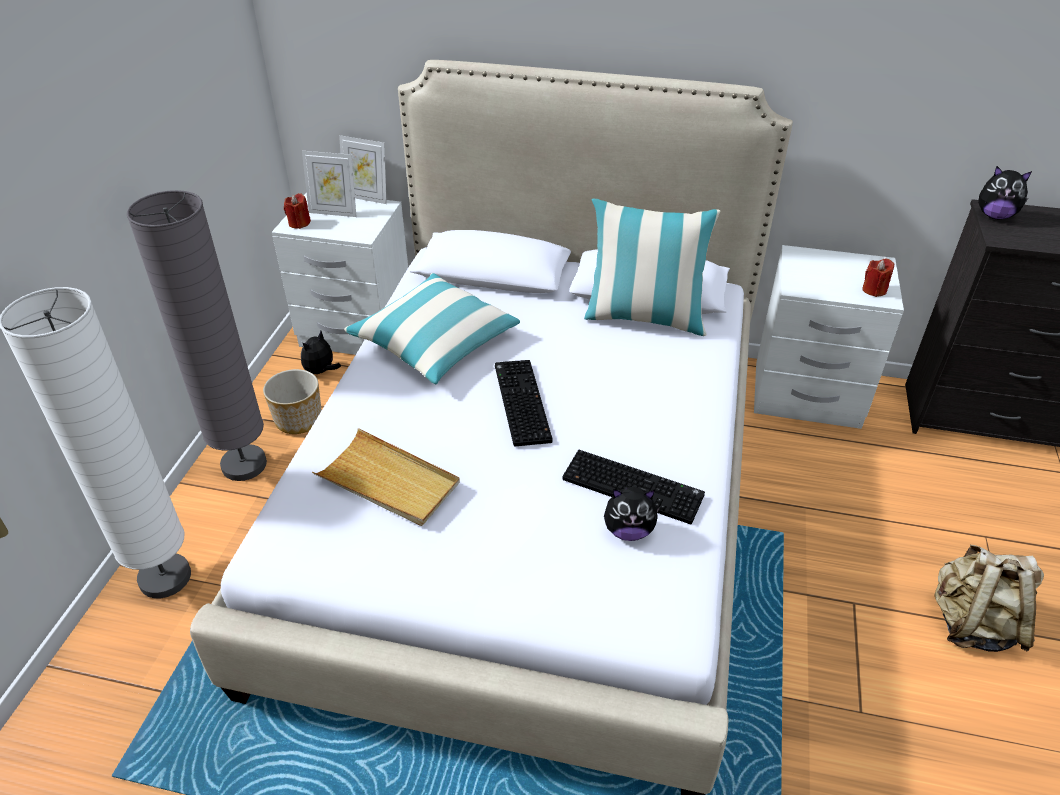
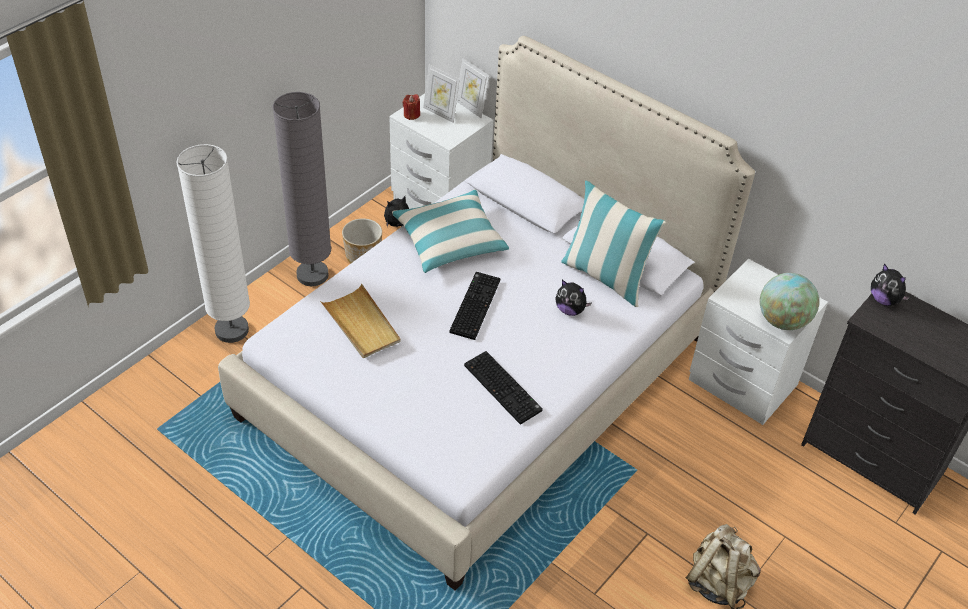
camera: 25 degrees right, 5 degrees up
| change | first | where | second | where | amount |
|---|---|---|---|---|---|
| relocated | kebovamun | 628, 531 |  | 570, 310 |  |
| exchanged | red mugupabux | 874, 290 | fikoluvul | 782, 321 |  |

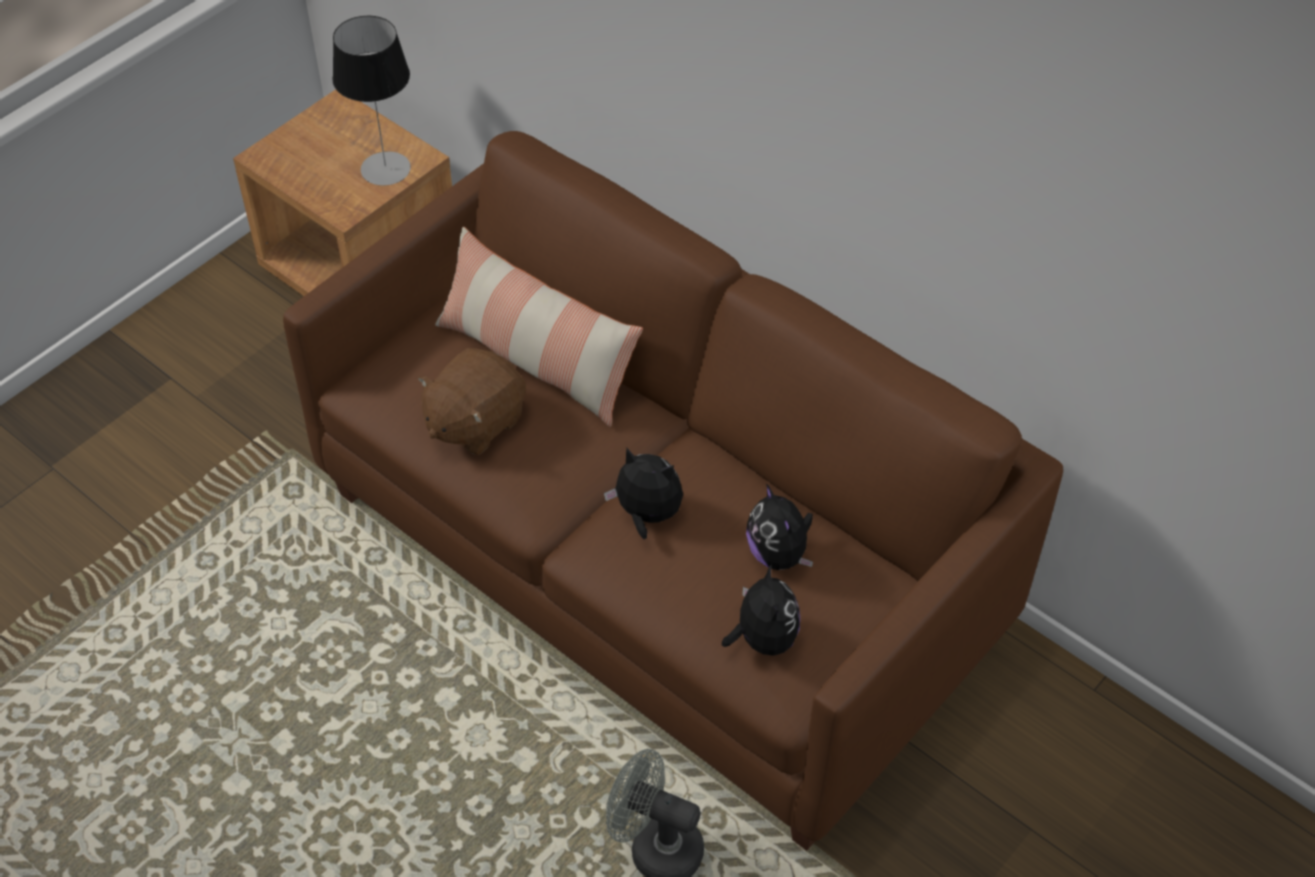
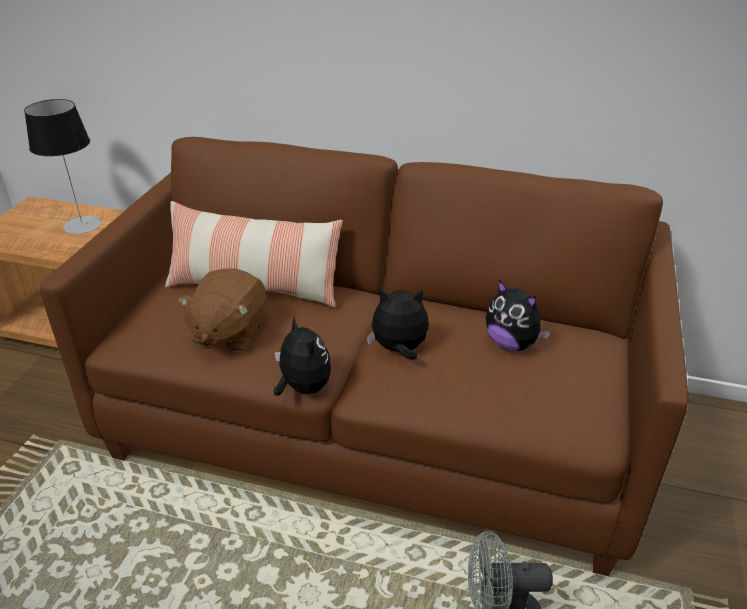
camera: 25 degrees left, 15 degrees down
| change | first | where | second | where | amount |
|---|---|---|---|---|---|
| relocated | kebovamun | 763, 639 |  | 303, 387 |  |

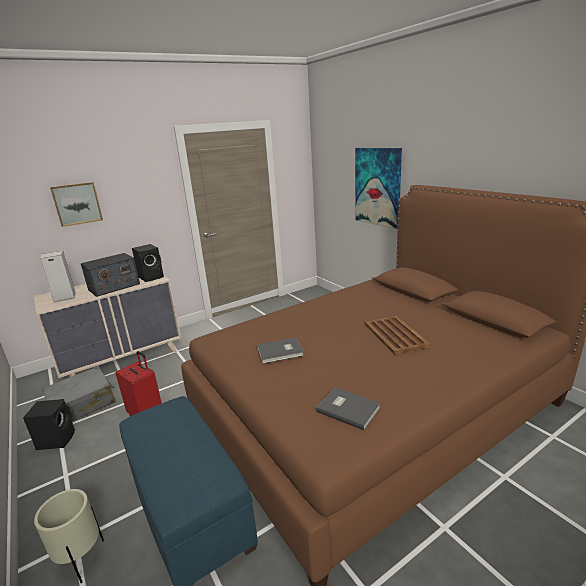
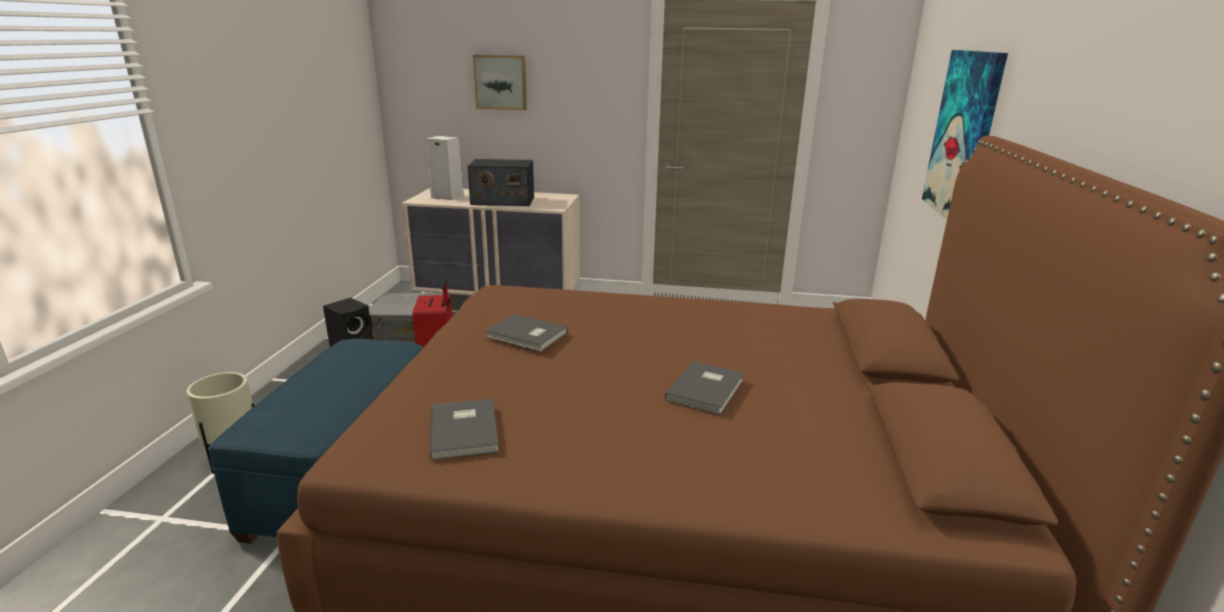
camera: 40 degrees right, 0 degrees up
| change | first | where | second | where | amount |
|---|---|---|---|---|---|
| exchanged | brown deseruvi | 395, 334 | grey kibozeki | 707, 389 |  |
| missing | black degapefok | 152, 277 |  |  |  |

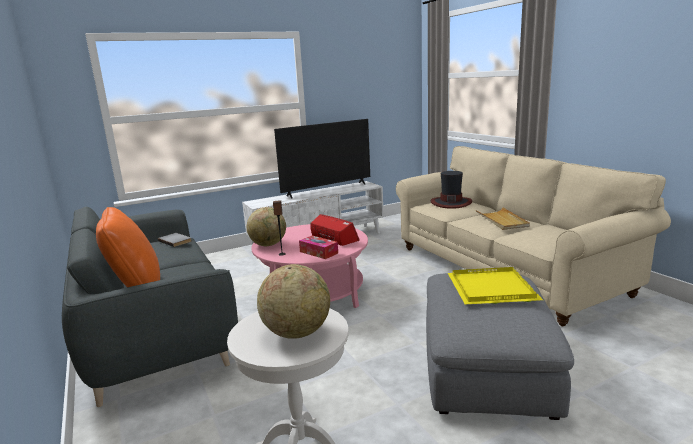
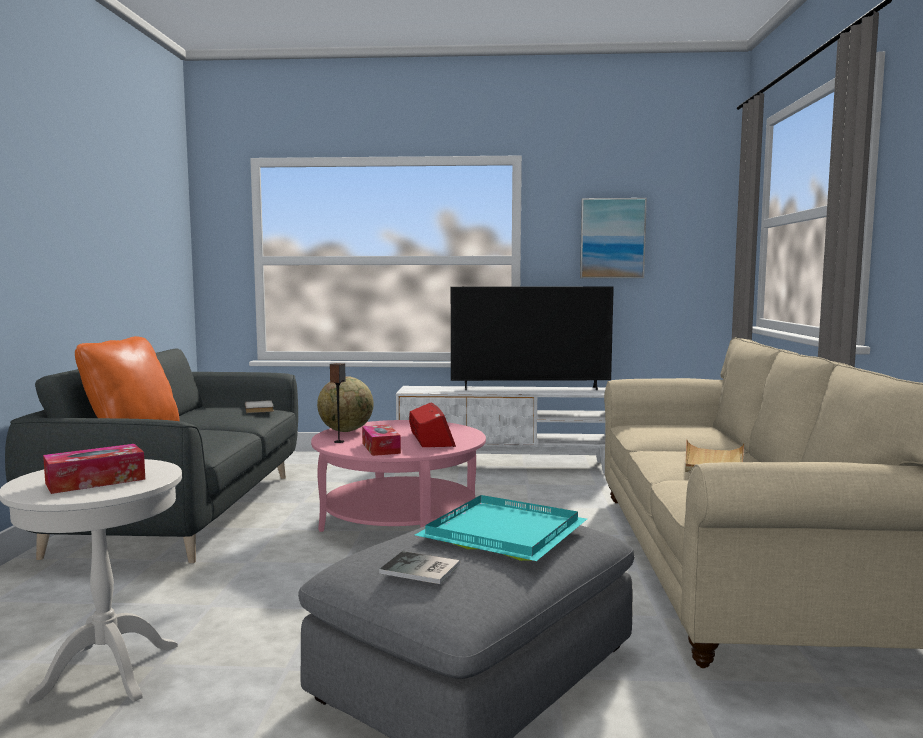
camera: 30 degrees right, 10 degrees down
| change | first | where | second | where | amount |
|---|---|---|---|---|---|
| exchanged | fikoluvul | 297, 332 | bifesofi | 95, 481 |  |
| appeared |  |  | kibozeki | 421, 570 |  |
| colour | yellow deseruvi | 489, 288 | turquoise deseruvi | 502, 531 |  |
| appeared |  |  | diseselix | 612, 238 |  |
| missing | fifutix | 451, 203 |  |  |  |

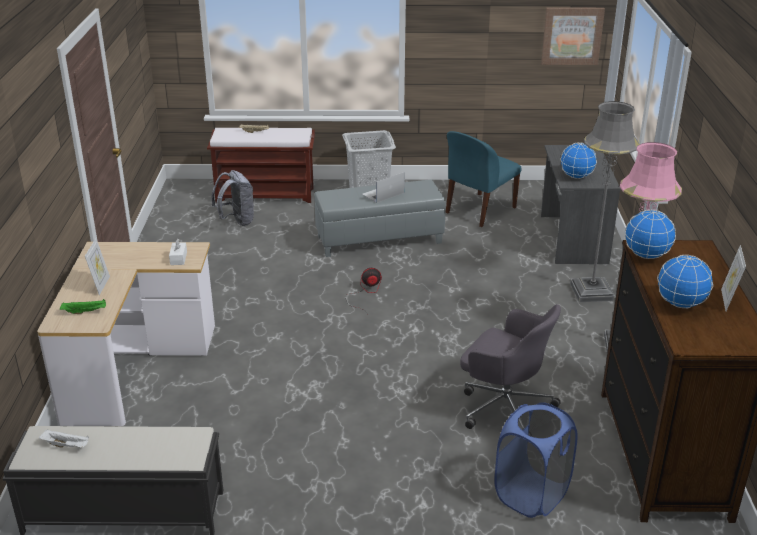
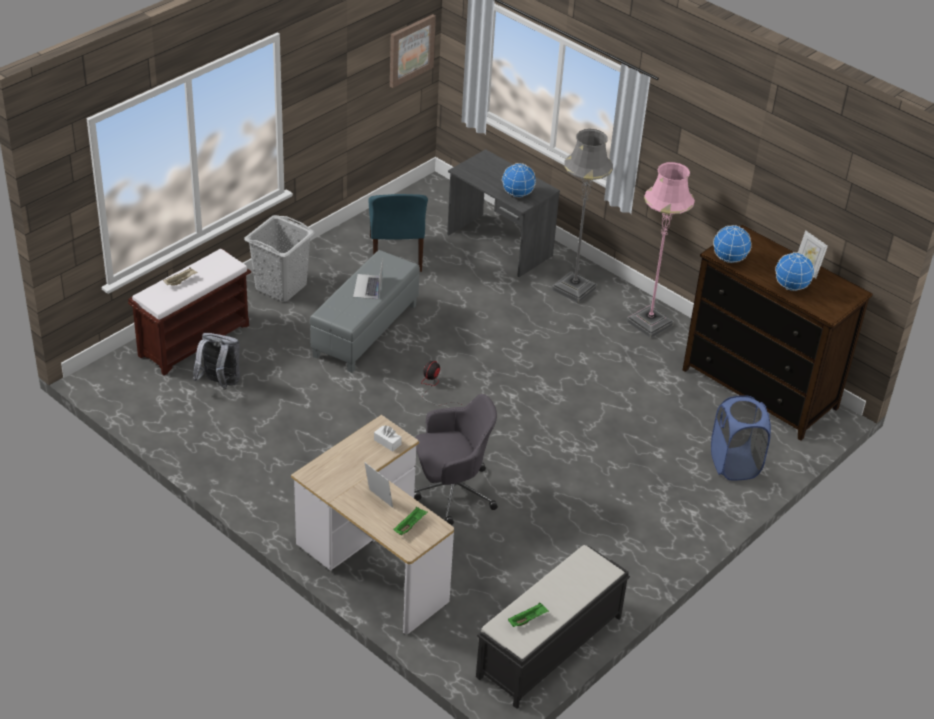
camera: 50 degrees left, 10 degrees up
| change | first | where | second | where | amount |
|---|---|---|---|---|---|
| relocated | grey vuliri | 504, 406 |  | 451, 492 |  |
| colour | white deseruvi | 66, 445 | green deseruvi | 527, 619 |  |

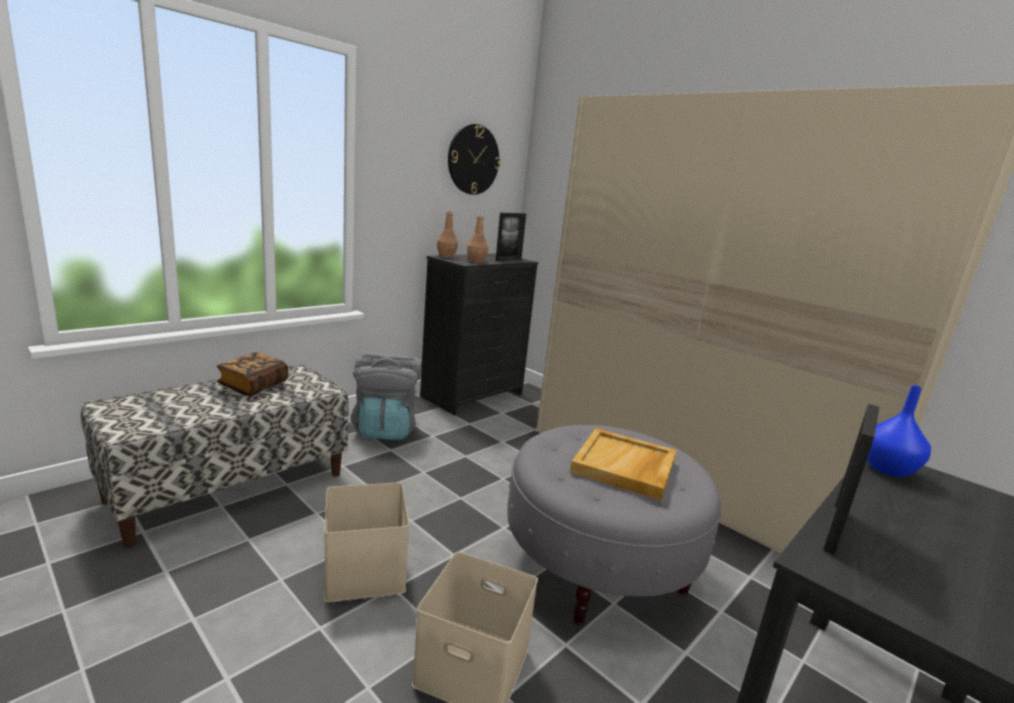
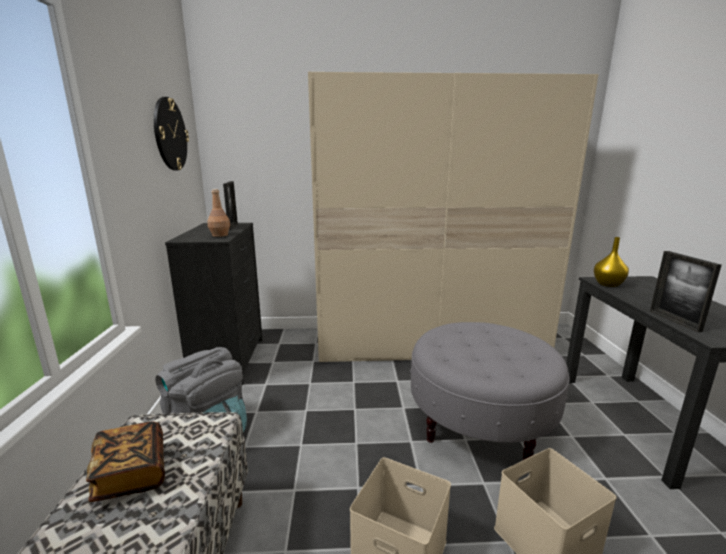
camera: 45 degrees left, 0 degrees up
| change | first | where | second | where | amount |
|---|---|---|---|---|---|
| colour | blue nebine | 886, 469 | yellow nebine | 608, 284 |  |
| missing | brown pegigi | 446, 256 |  |  |  |
| missing | beige deseruvi | 625, 466 |  |  |  |

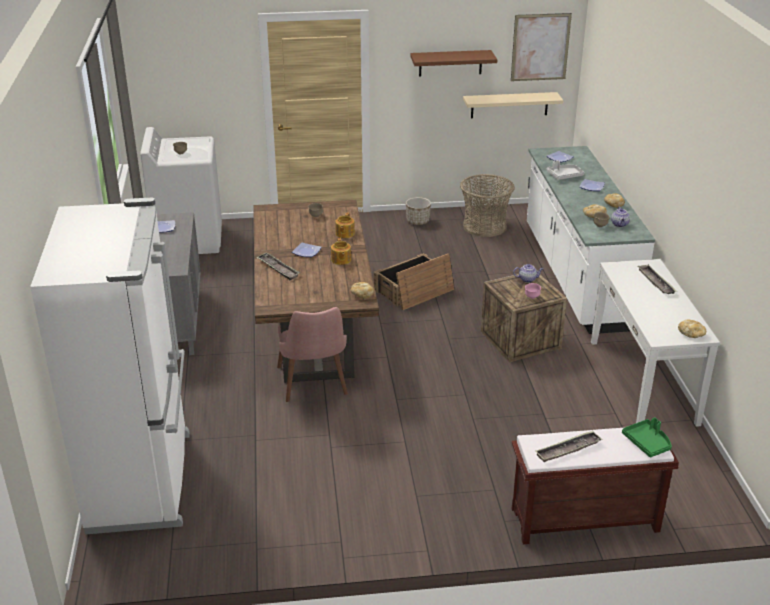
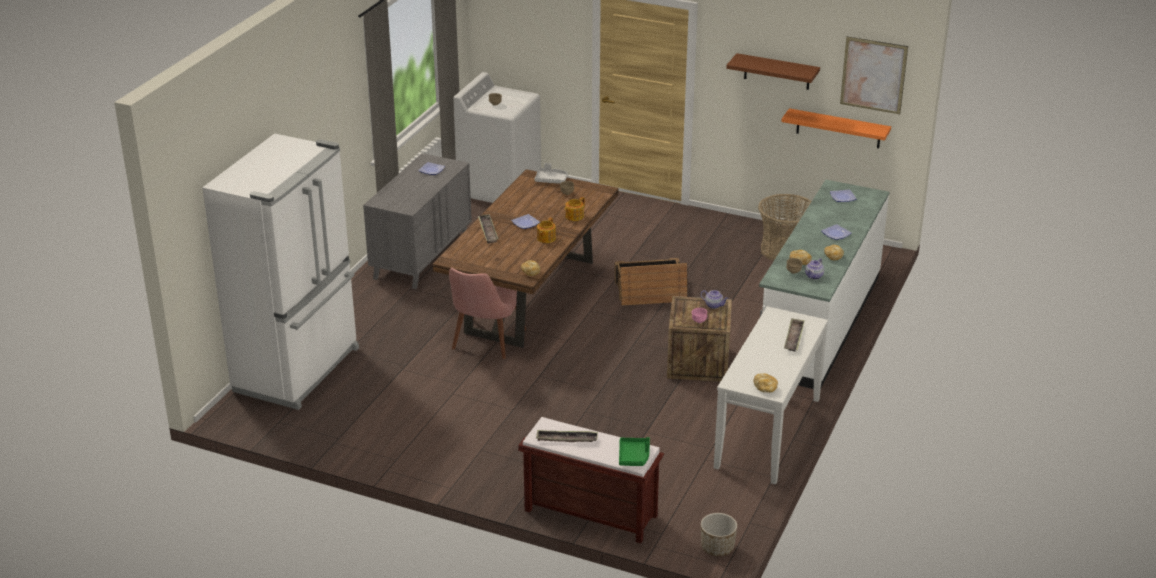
camera: 30 degrees right, 0 degrees up
| change | first | where | second | where | amount |
|---|---|---|---|---|---|
| relocated | grey deseruvi | 564, 176 |  | 551, 180 |  |
| relocated | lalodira | 418, 221 |  | 717, 548 |  |
| colour | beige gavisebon | 509, 105 | orange gavisebon | 838, 128 |  |

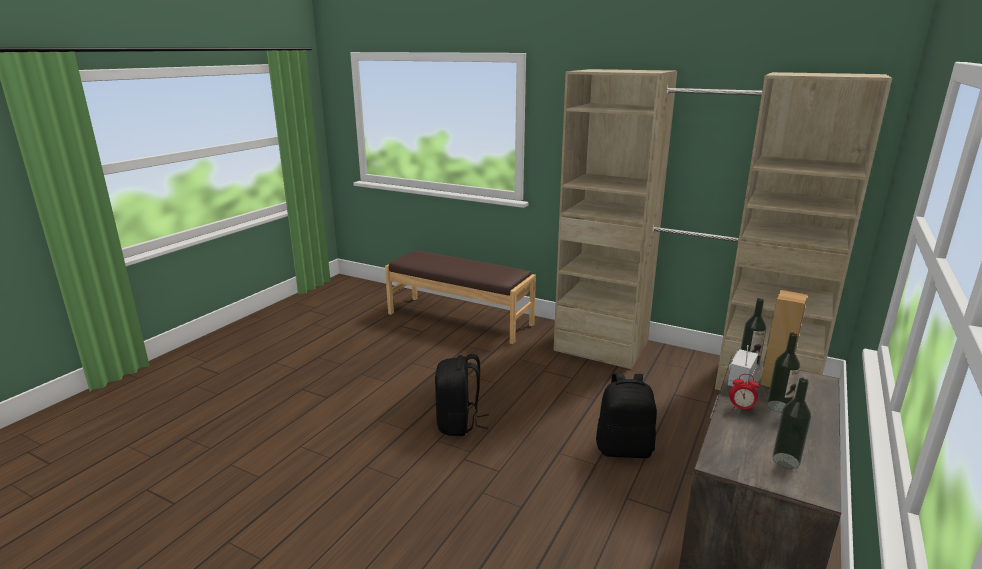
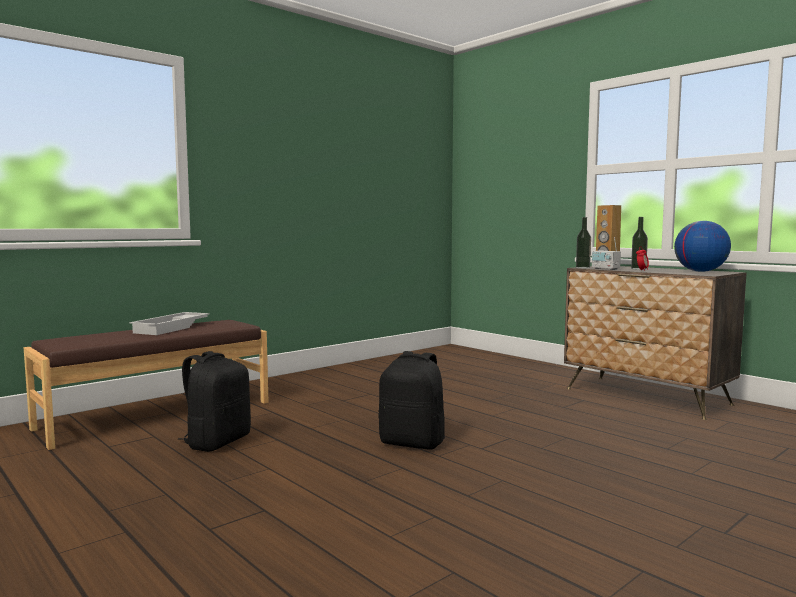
camera: 70 degrees left, 15 degrees down
| change | first | where | second | where | amount |
|---|---|---|---|---|---|
| appeared |  |  | white deseruvi | 172, 328 |  |
| relocated | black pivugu | 624, 449 |  | 217, 442 |  |
| exchanged | pegigi | 786, 460 | fikoluvul | 700, 271 |  |
| missing | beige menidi | 680, 364 |  |  |  |

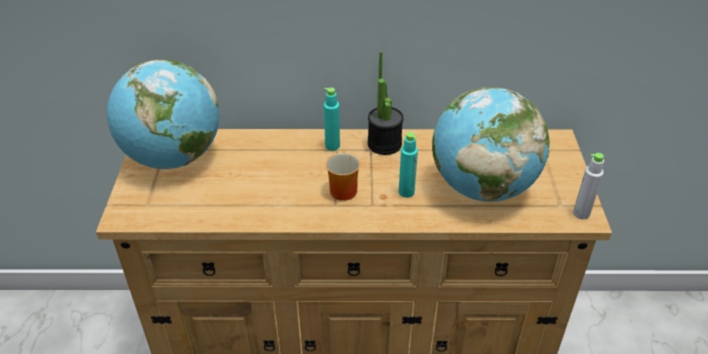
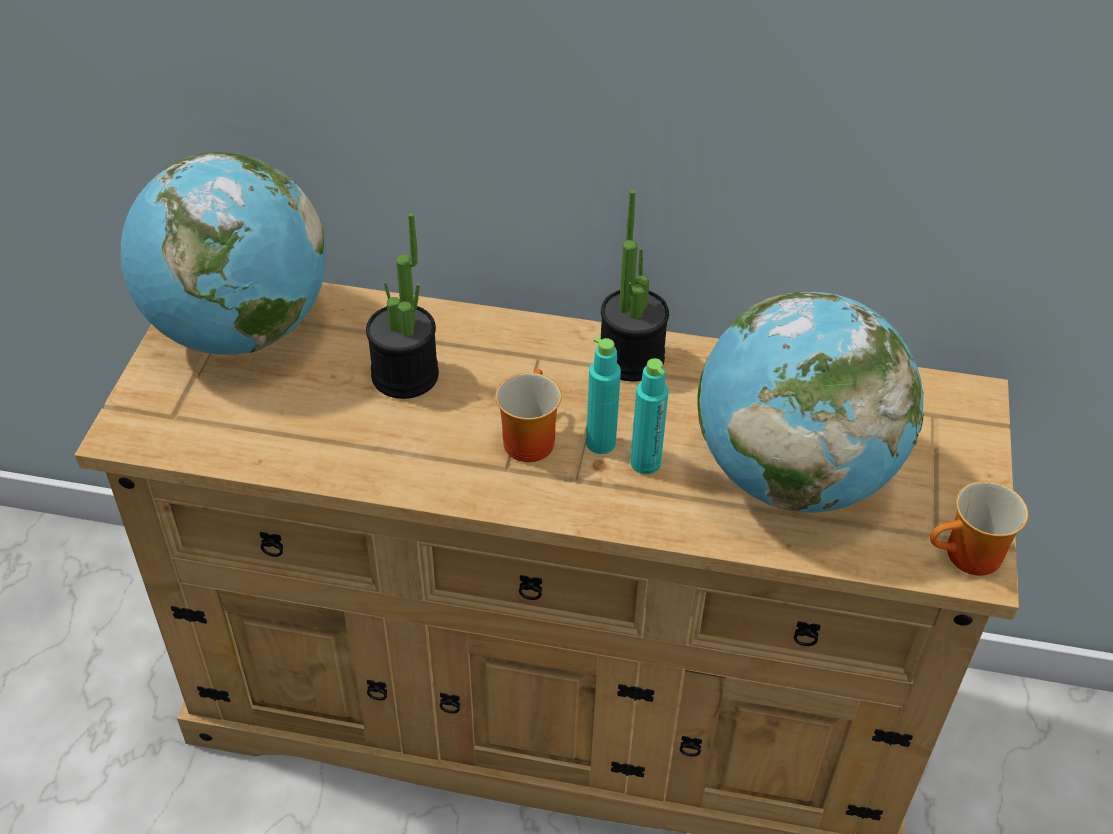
camera: 10 degrees right, 5 degrees up
| change | first | where | second | where | amount |
|---|---|---|---|---|---|
| appeared |  |  | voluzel | 405, 375 |  |
| relocated | turquoise pegigi | 332, 146 |  | 600, 443 |  |
| exchanged | grey pegigi | 581, 213 | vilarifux | 969, 559 |  |

